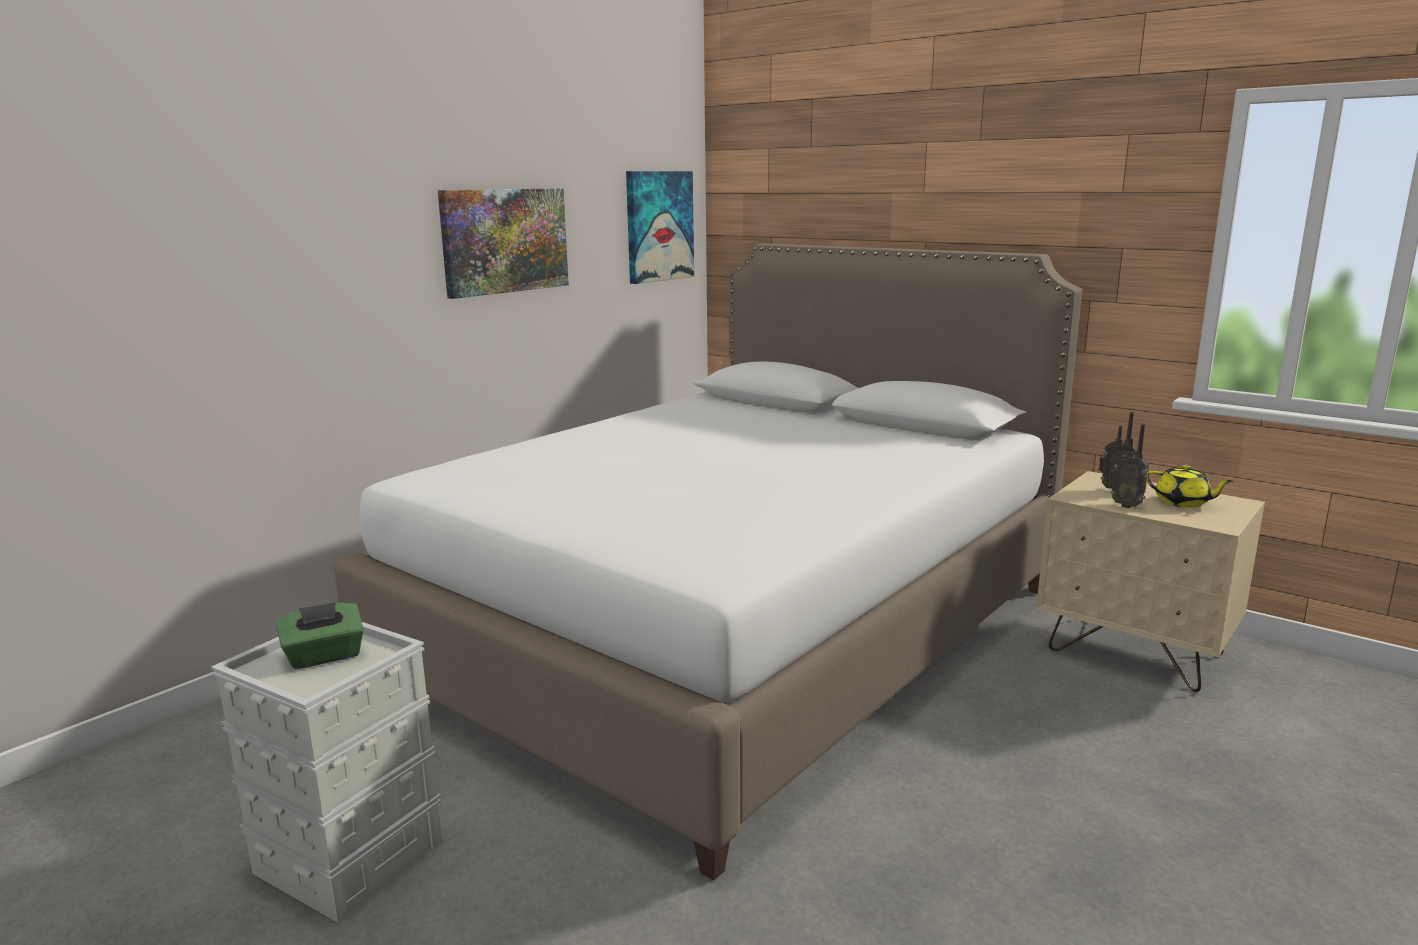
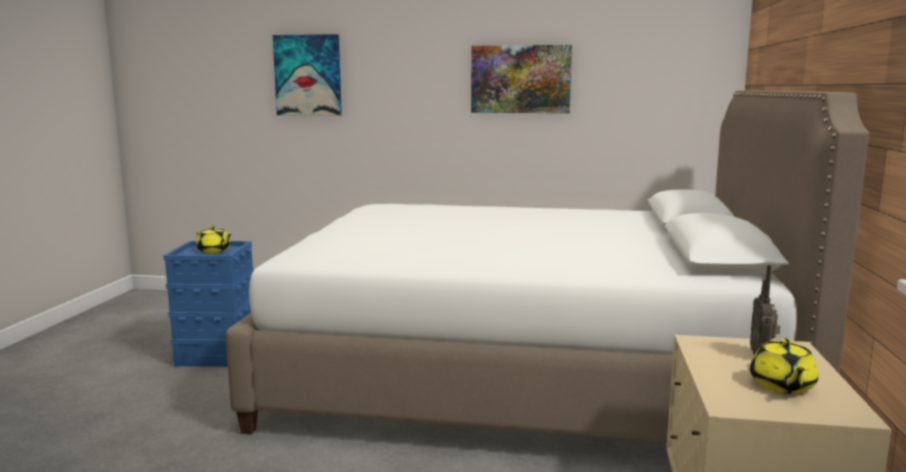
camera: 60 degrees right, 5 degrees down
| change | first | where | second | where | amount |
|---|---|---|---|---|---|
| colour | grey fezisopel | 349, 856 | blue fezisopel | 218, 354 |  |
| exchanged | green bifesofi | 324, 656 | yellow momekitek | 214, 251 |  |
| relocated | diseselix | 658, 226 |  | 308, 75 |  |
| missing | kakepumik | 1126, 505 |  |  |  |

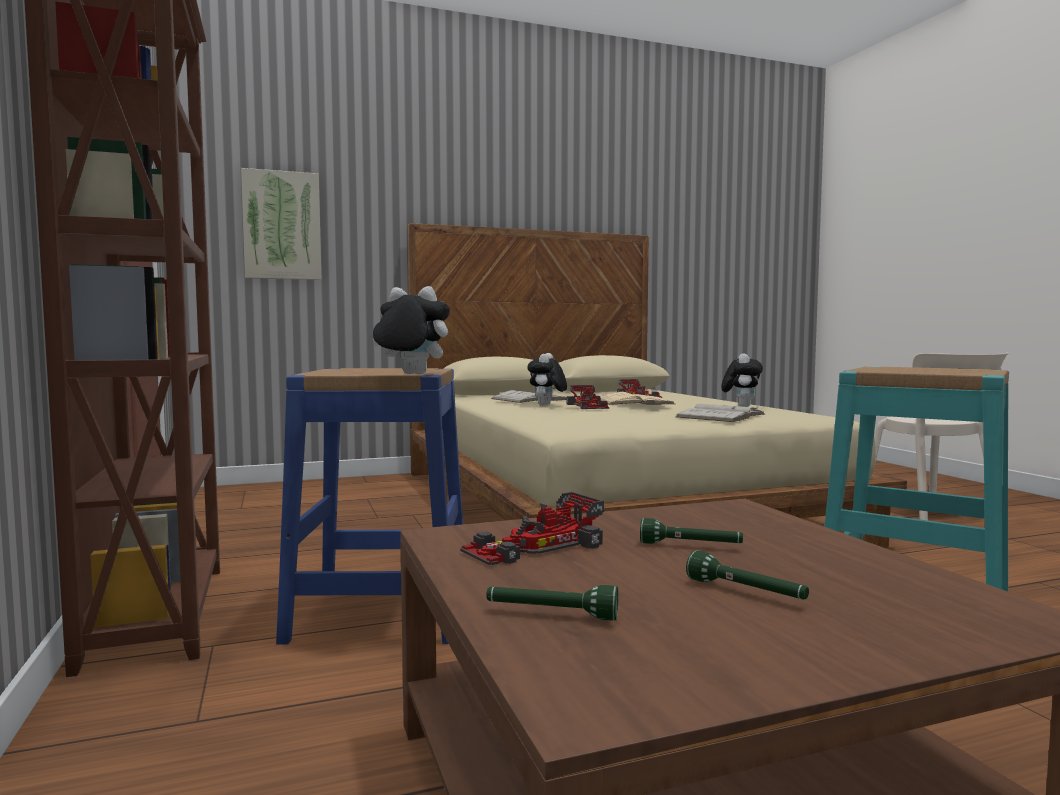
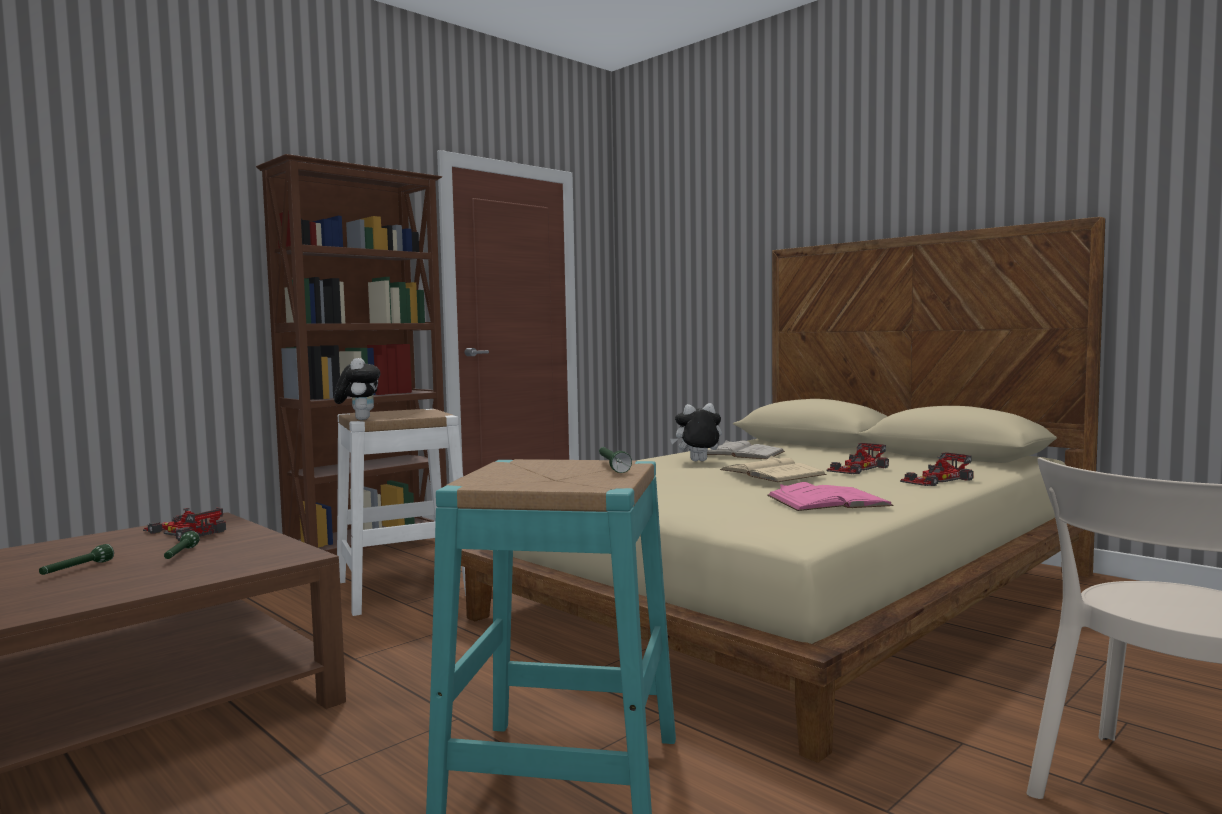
camera: 65 degrees right, 0 degrees up
| change | first | where | second | where | amount |
|---|---|---|---|---|---|
| colour | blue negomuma | 382, 610 | white negomuma | 403, 588 |  |
| relocated | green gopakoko | 551, 614 |  | 612, 466 |  |
| exchanged | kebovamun | 741, 406 | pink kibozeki | 827, 500 |  |
| relocated | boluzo | 588, 406 |  | 936, 480 |  |
| missing | diseselix | 282, 225 |  |  |  |
| missing | white kibozeki | 720, 416 |  |  |  |

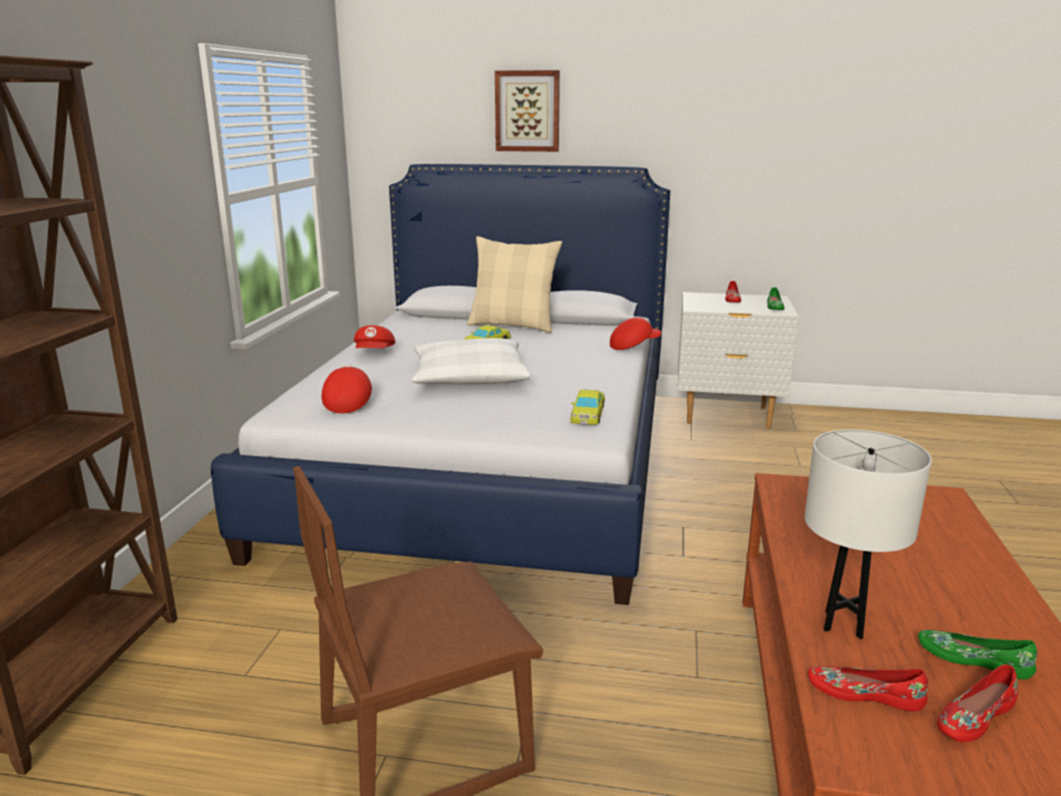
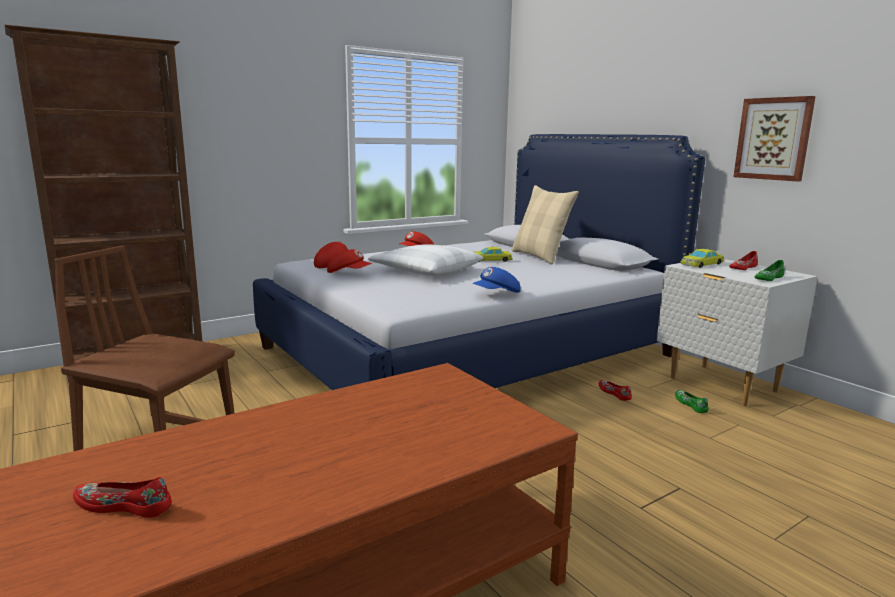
camera: 45 degrees right, 5 degrees down
| change | first | where | second | where | amount |
|---|---|---|---|---|---|
| relocated | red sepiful | 634, 346 |  | 349, 273 |  |
| appeared |  |  | blue sepiful | 497, 294 |  |
| relocated | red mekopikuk | 864, 693 |  | 614, 393 |  |
| relocated | green mekopikuk | 973, 659 |  | 691, 405 |  |
| relocated | yellow boluzo | 587, 413 |  | 701, 264 |  |
| relocated | diseselix | 527, 111 |  | 773, 139 |  |
| missing | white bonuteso | 843, 625 |  |  |  |

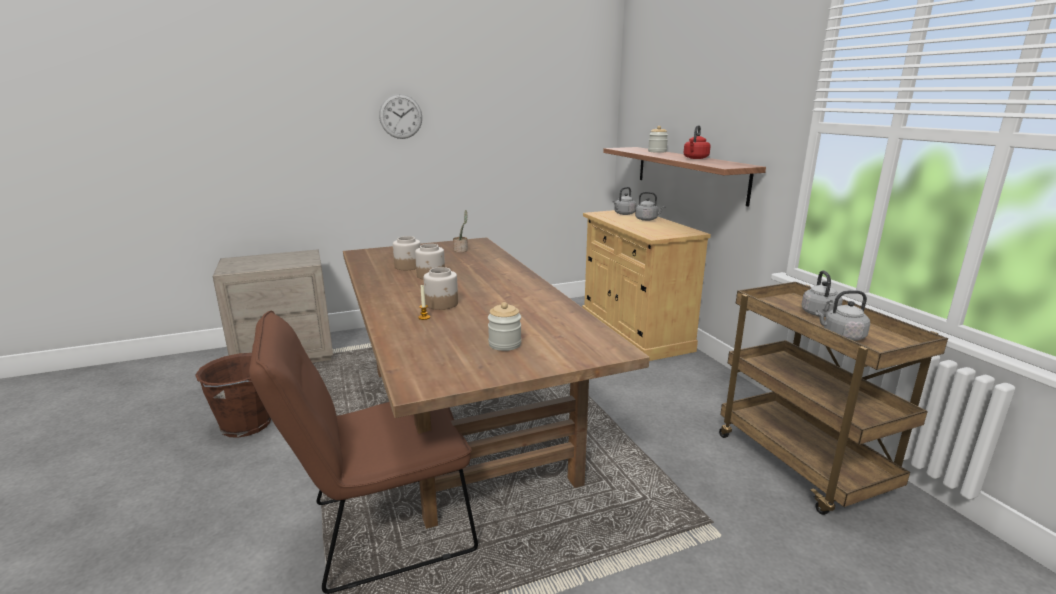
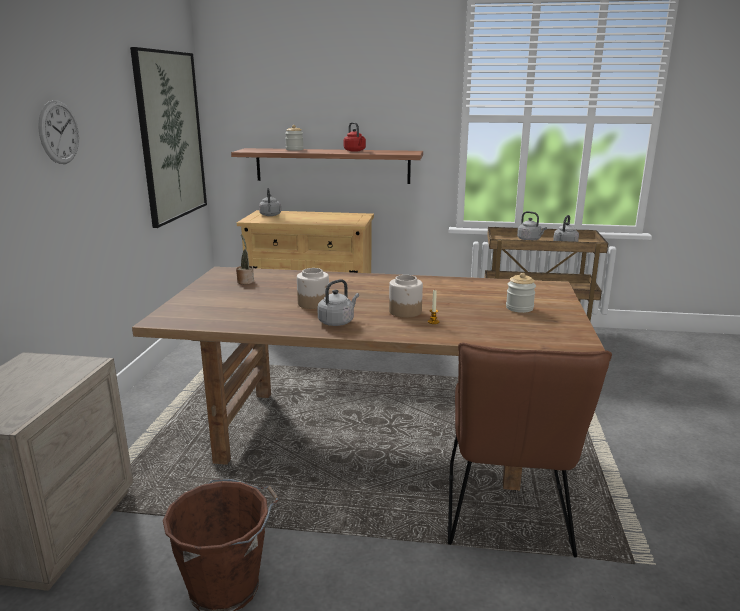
camera: 60 degrees left, 0 degrees up
| change | first | where | second | where | amount |
|---|---|---|---|---|---|
| appeared |  |  | diseselix | 171, 136 |  |
| relocated | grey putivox | 647, 219 |  | 337, 322 |  |
| missing | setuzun | 408, 266 |  |  |  |

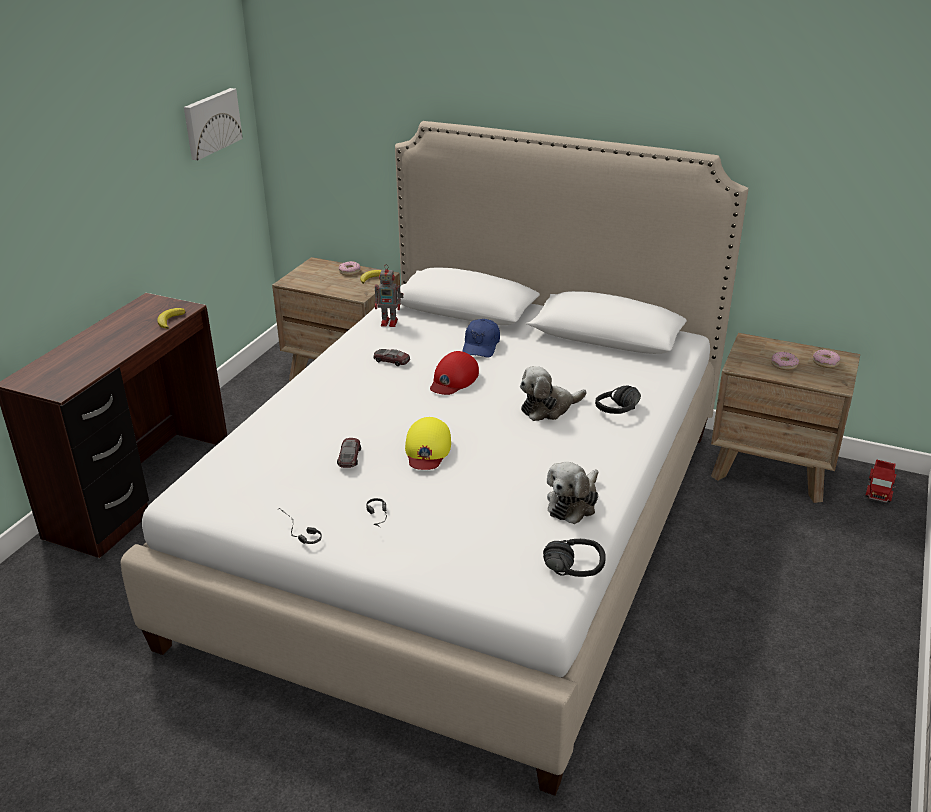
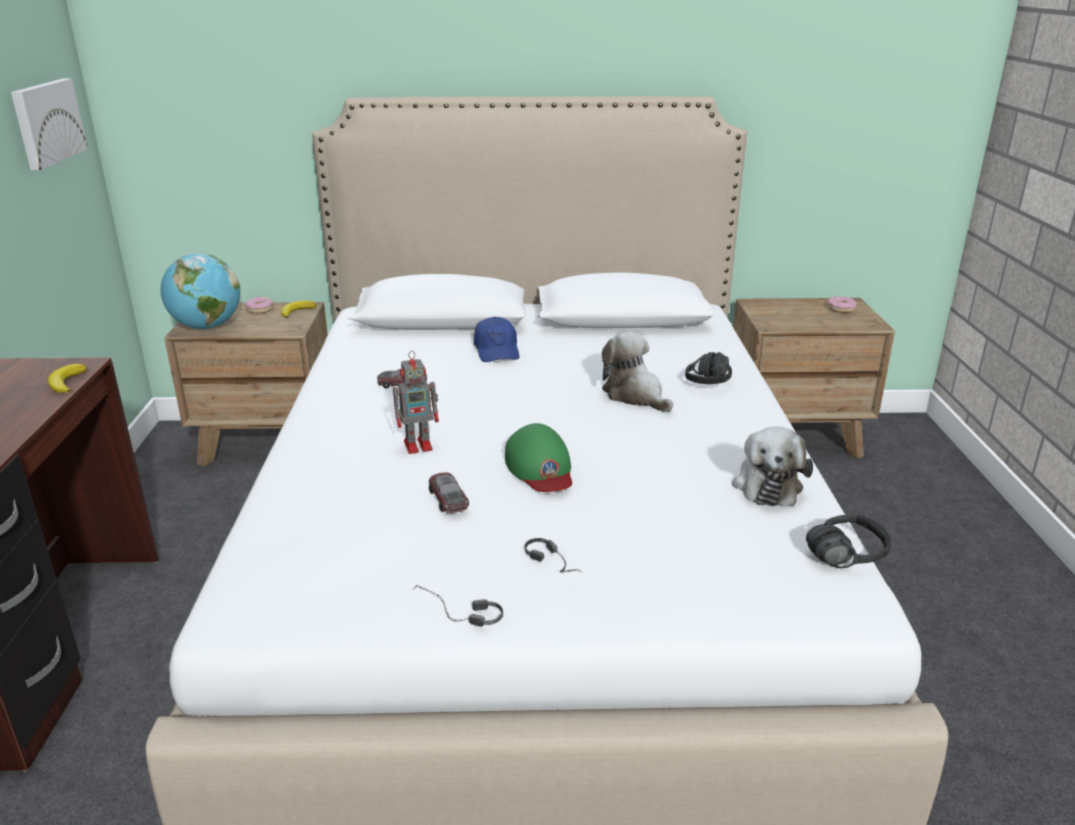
camera: 25 degrees left, 5 degrees down
| change | first | where | second | where | amount |
|---|---|---|---|---|---|
| appeared |  |  | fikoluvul | 206, 327 |  |
| relocated | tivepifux | 390, 322 |  | 419, 445 |  |
| colour | yellow sepiful | 427, 449 | green sepiful | 540, 467 |  |
| spun | kebovamun | 548, 408 |  | 635, 395 | 105 degrees clockwise |
| missing | red sepiful | 453, 379 |  |  |  |
| missing | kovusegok | 784, 365 |  |  |  |
| missing | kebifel | 879, 488 |  |  |  |

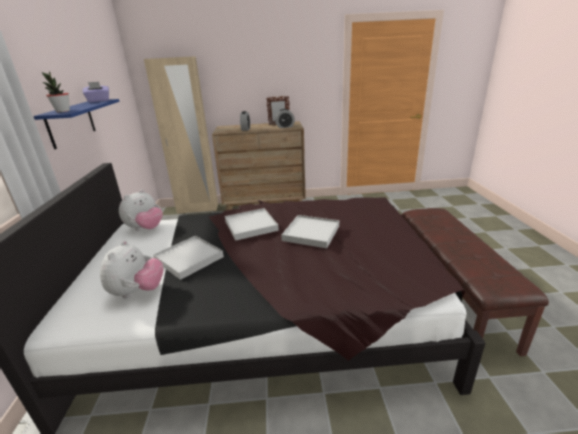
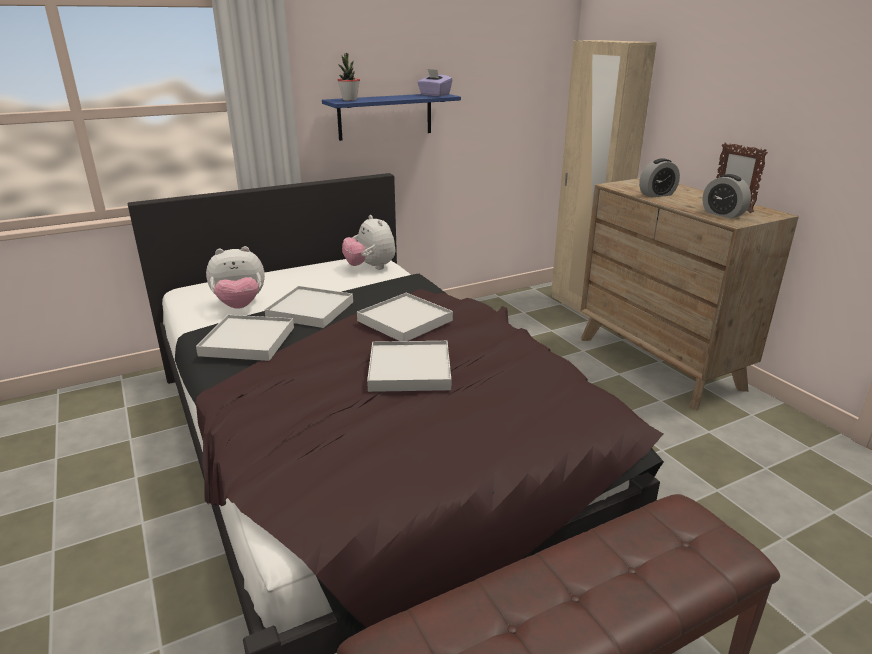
camera: 65 degrees right, 0 degrees up
| change | first | where | second | where | amount |
|---|---|---|---|---|---|
| appeared |  |  | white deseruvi | 248, 341 |  |
| spun | kebovamun | 146, 228 |  | 370, 267 | 45 degrees clockwise |

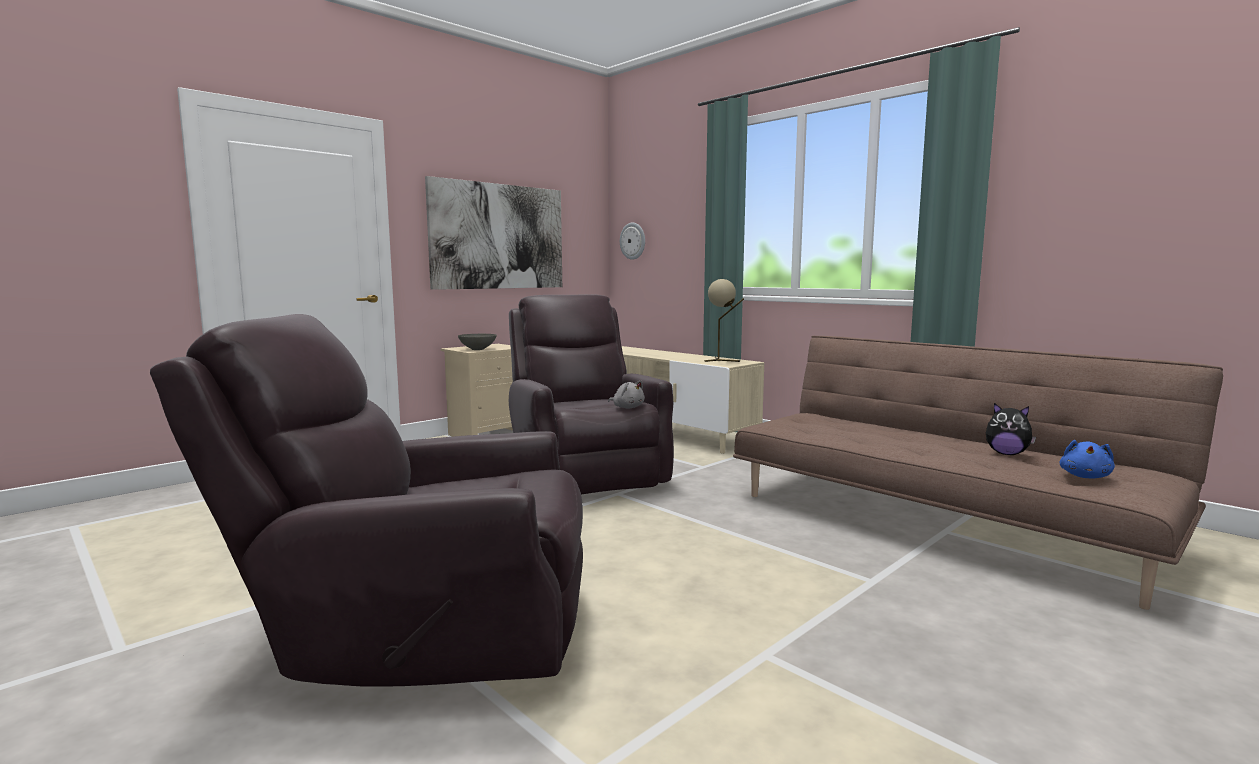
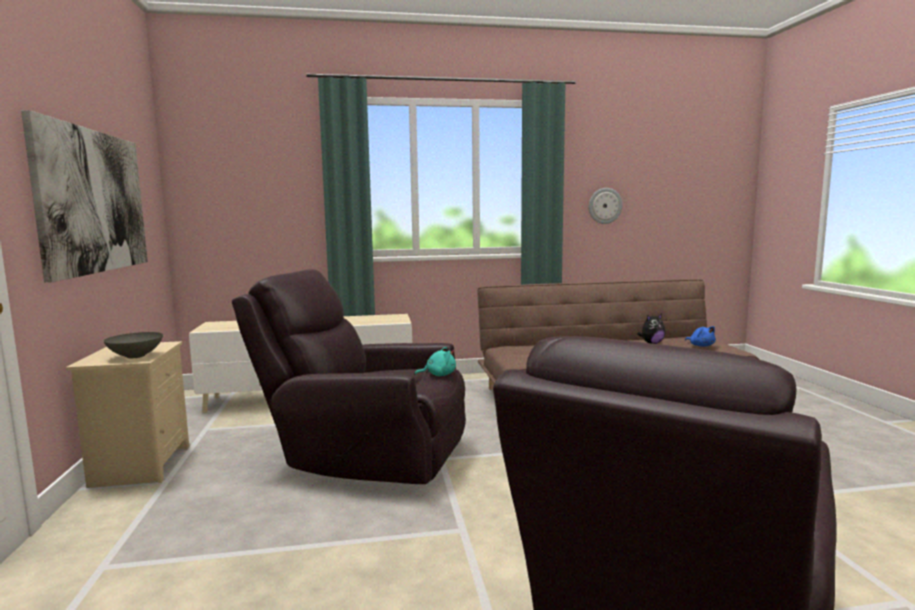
camera: 55 degrees left, 0 degrees up
| change | first | where | second | where | amount |
|---|---|---|---|---|---|
| colour | grey kebovamun | 627, 407 | turquoise kebovamun | 438, 375 |  |
| relocated | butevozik | 633, 241 |  | 604, 206 |  |
| missing | beige bonuteso | 721, 360 |  |  |  |

